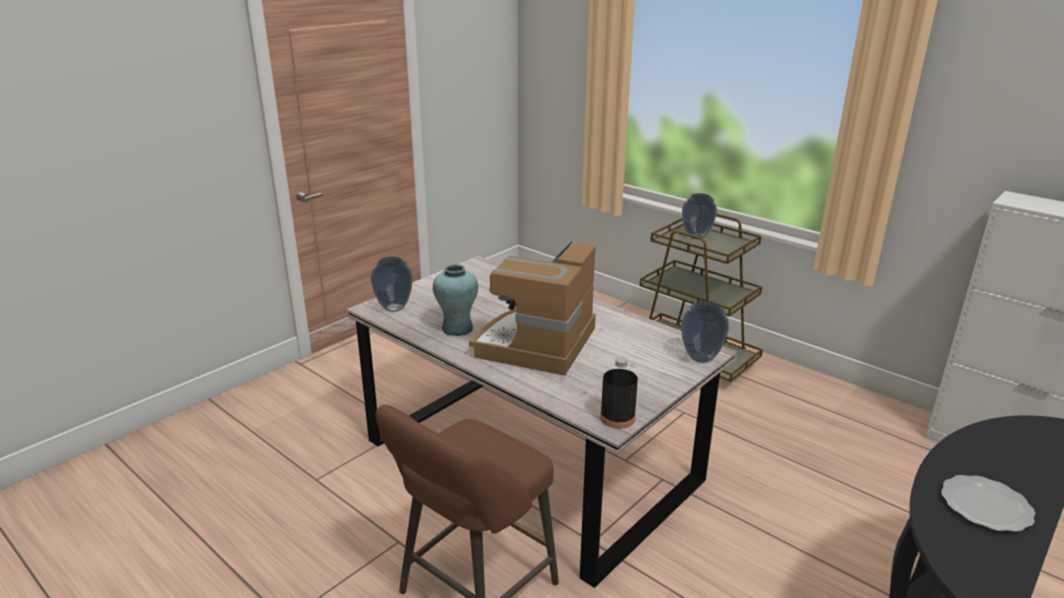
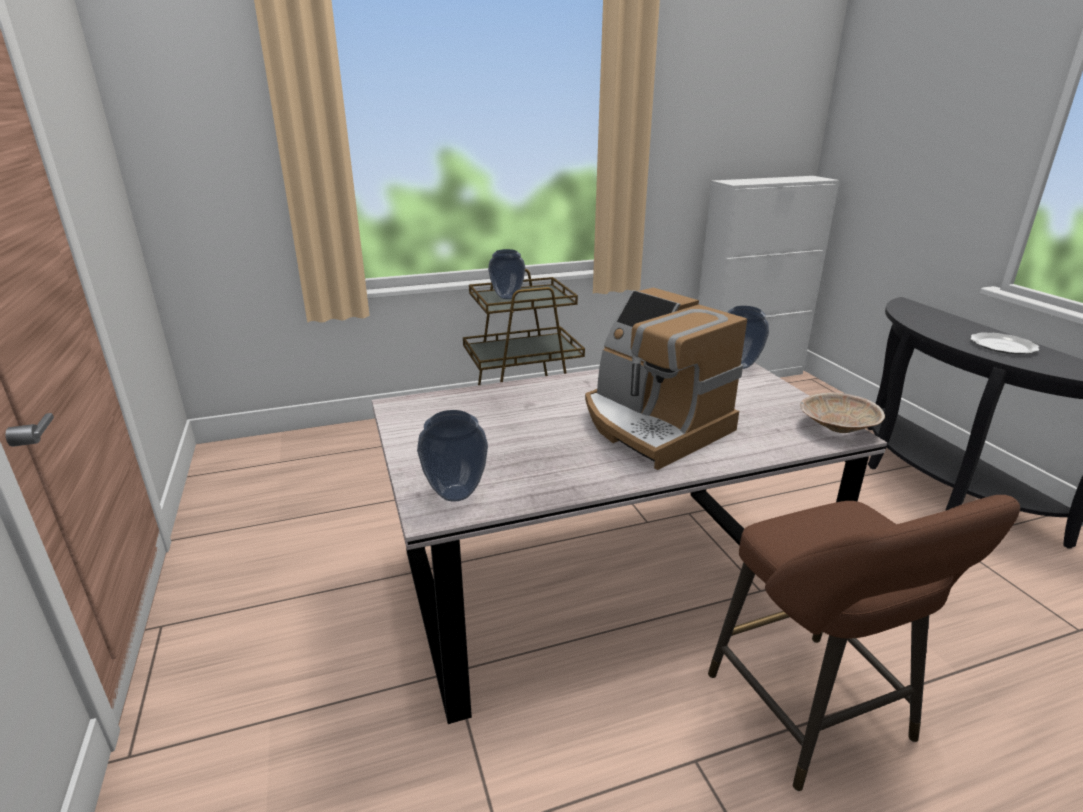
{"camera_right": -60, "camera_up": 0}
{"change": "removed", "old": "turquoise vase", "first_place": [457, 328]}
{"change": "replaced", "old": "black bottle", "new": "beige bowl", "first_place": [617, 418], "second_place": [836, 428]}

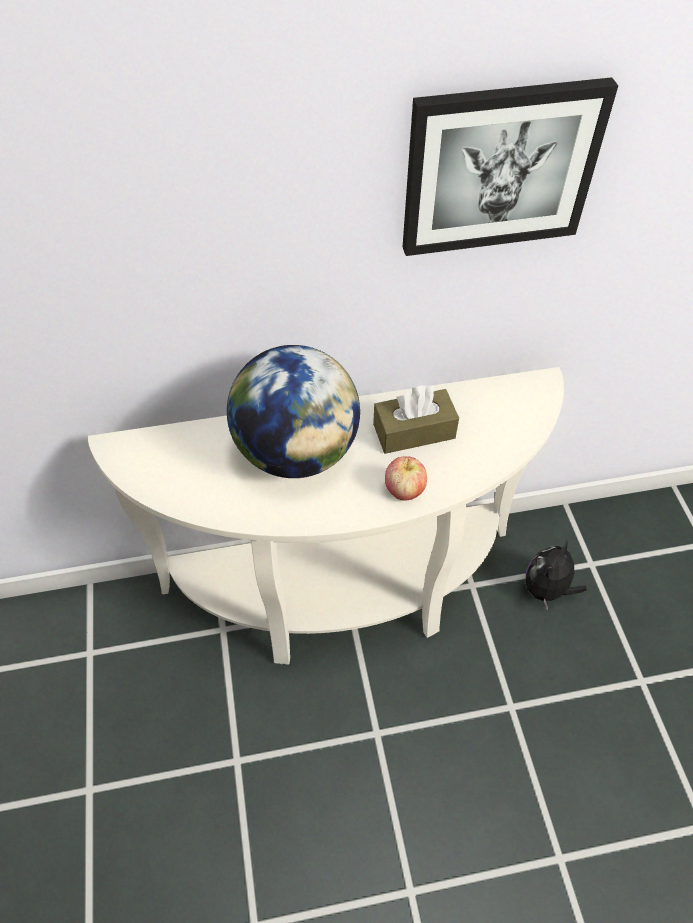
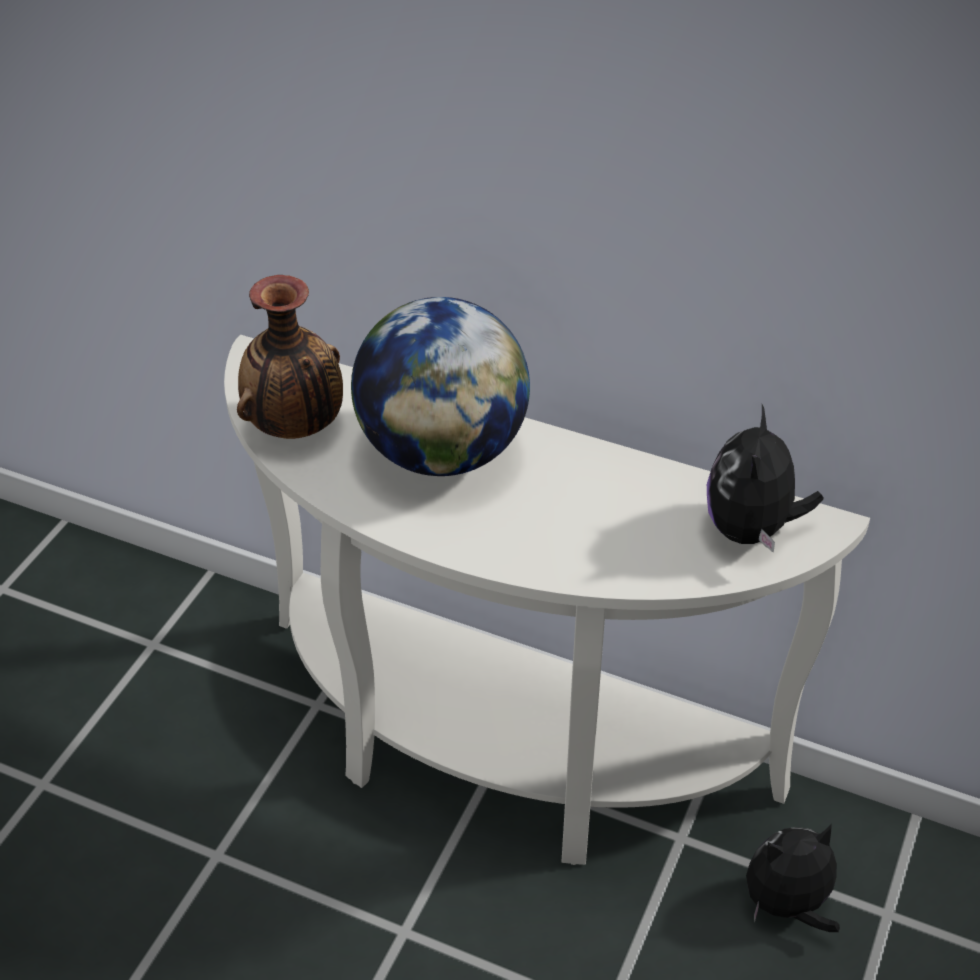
{"camera_right": 35, "camera_up": -10}
{"change": "removed", "old": "brown tissue box", "first_place": [414, 431]}
{"change": "removed", "old": "apple", "first_place": [404, 490]}
{"change": "removed", "old": "picture", "first_place": [499, 168]}
{"change": "added", "new": "vase", "second_place": [296, 428]}
{"change": "added", "new": "plush toy", "second_place": [751, 530]}

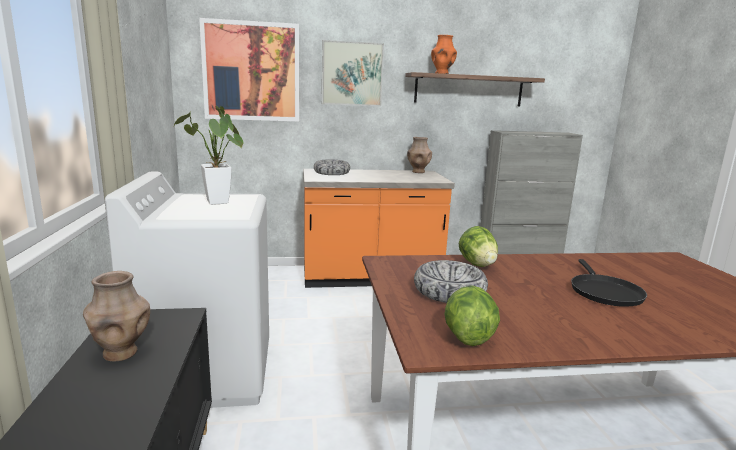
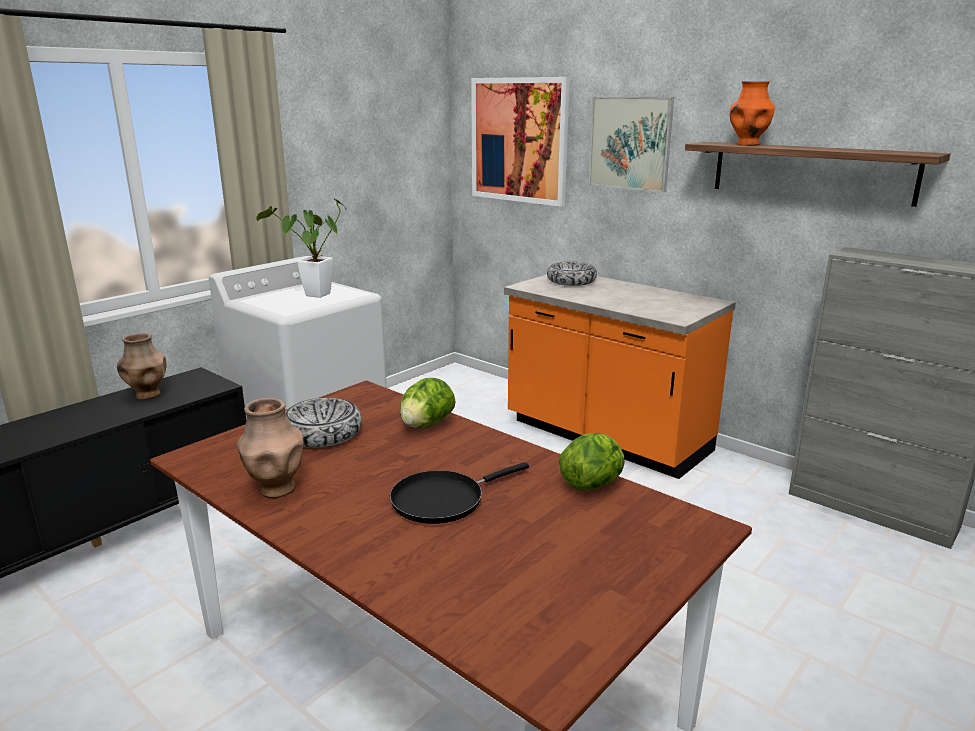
{"camera_right": 50, "camera_up": 5}
{"change": "moved", "old": "brown vase", "first_place": [418, 172], "second_place": [276, 489]}
{"change": "moved", "old": "lettuce", "first_place": [467, 337], "second_place": [593, 484]}

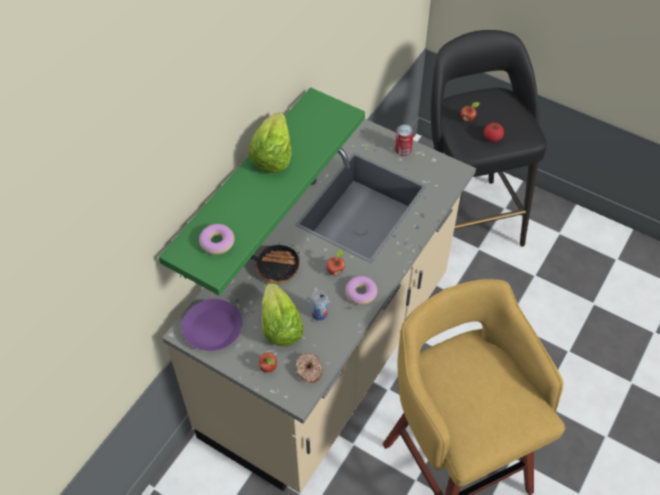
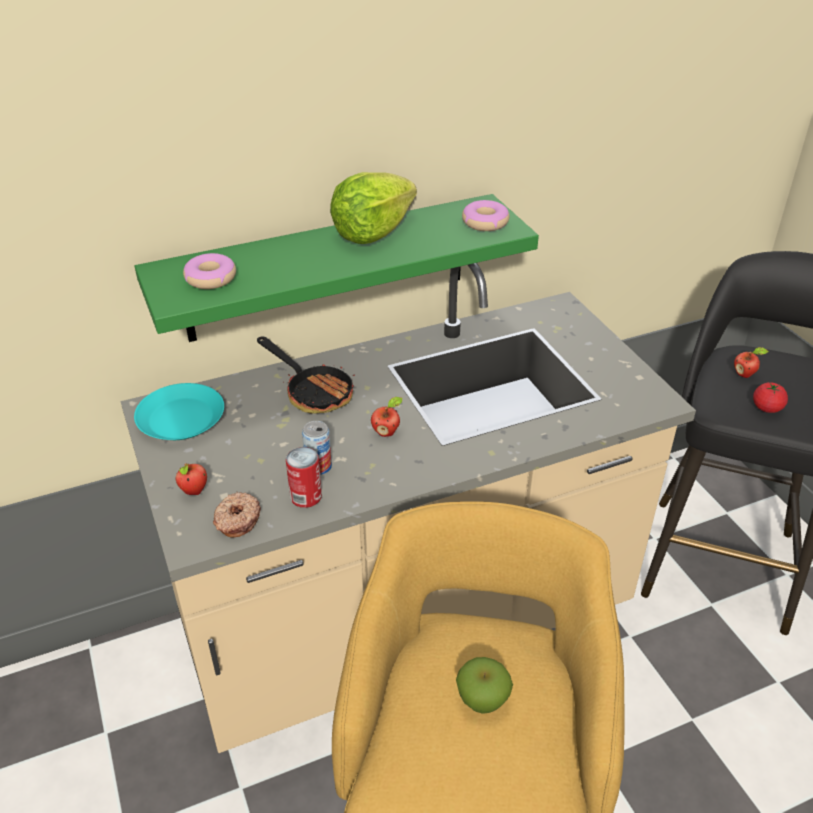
{"camera_right": 35, "camera_up": -15}
{"change": "removed", "old": "lettuce", "first_place": [280, 327]}
{"change": "added", "new": "apple", "second_place": [482, 700]}
{"change": "moved", "old": "donut", "first_place": [361, 293], "second_place": [485, 222]}
{"change": "moved", "old": "can", "first_place": [403, 150], "second_place": [306, 497]}
{"change": "recoloured", "old": "purple plate", "new": "turquoise plate", "first_place": [212, 329], "second_place": [180, 419]}

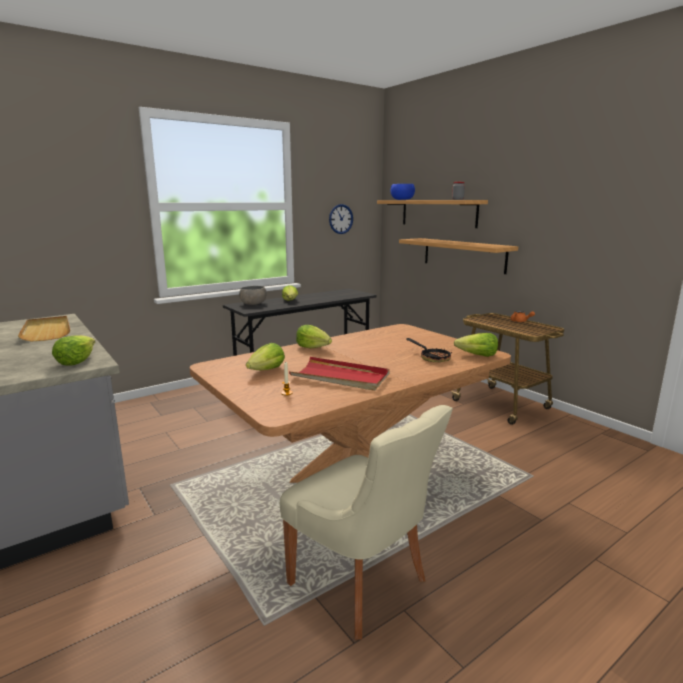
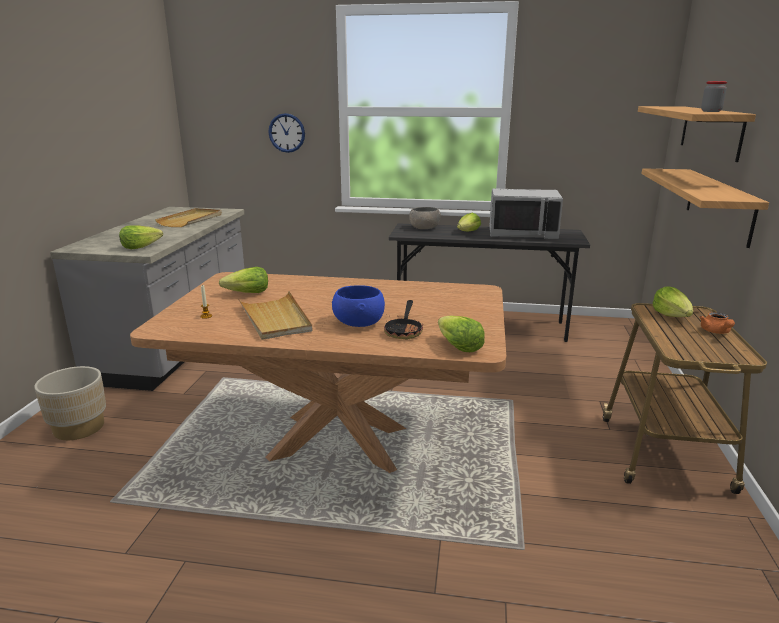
{"camera_right": 45, "camera_up": 5}
{"change": "removed", "old": "beige chair", "first_place": [362, 584]}
{"change": "added", "new": "beige planter", "second_place": [79, 428]}
{"change": "added", "new": "grey microwave", "second_place": [522, 233]}
{"change": "moved", "old": "lettuce", "first_place": [313, 347], "second_place": [672, 316]}
{"change": "moved", "old": "wall clock", "first_place": [341, 219], "second_place": [287, 133]}
{"change": "moved", "old": "blue bowl", "first_place": [402, 199], "second_place": [358, 323]}
{"change": "recoloured", "old": "red tray", "new": "beige tray", "first_place": [340, 377], "second_place": [275, 318]}

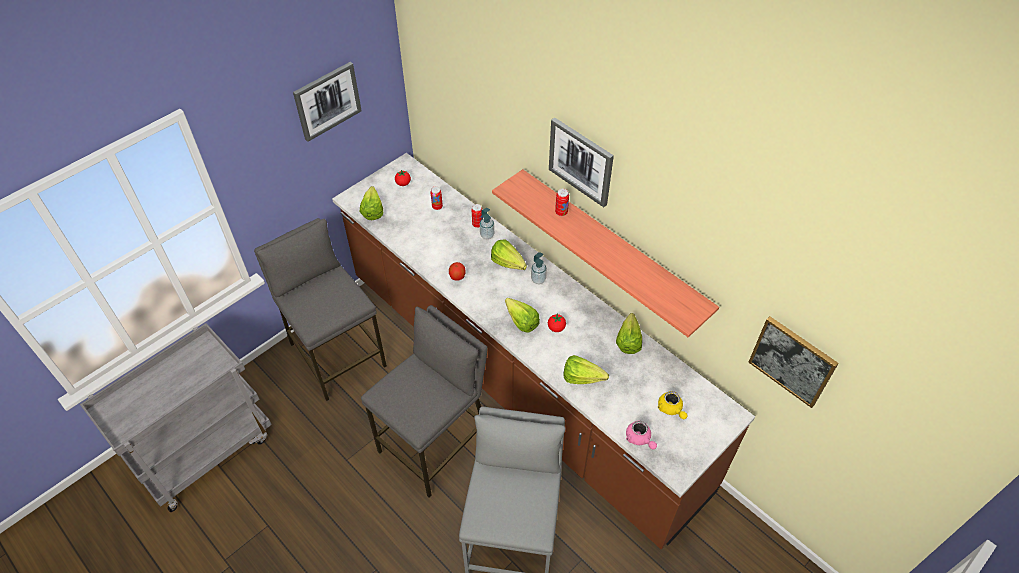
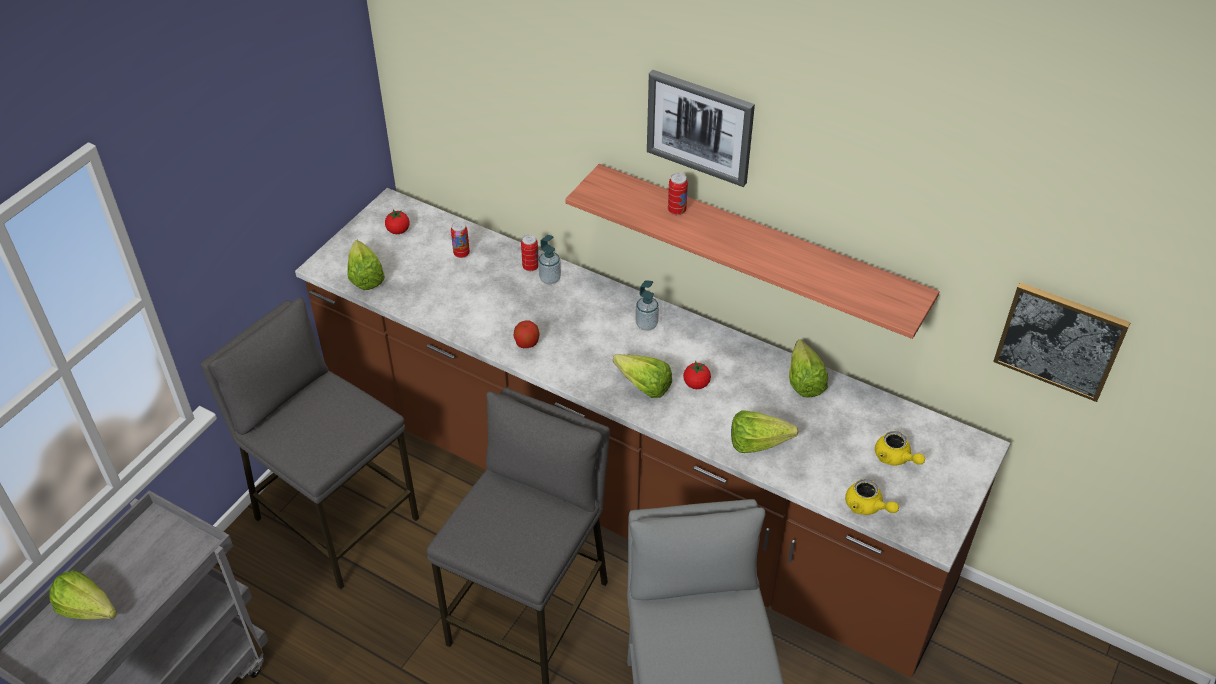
{"camera_right": -15, "camera_up": -5}
{"change": "removed", "old": "picture", "first_place": [327, 101]}
{"change": "moved", "old": "lettuce", "first_place": [510, 265], "second_place": [91, 613]}
{"change": "recoloured", "old": "pink teapot", "new": "yellow teapot", "first_place": [639, 439], "second_place": [867, 507]}

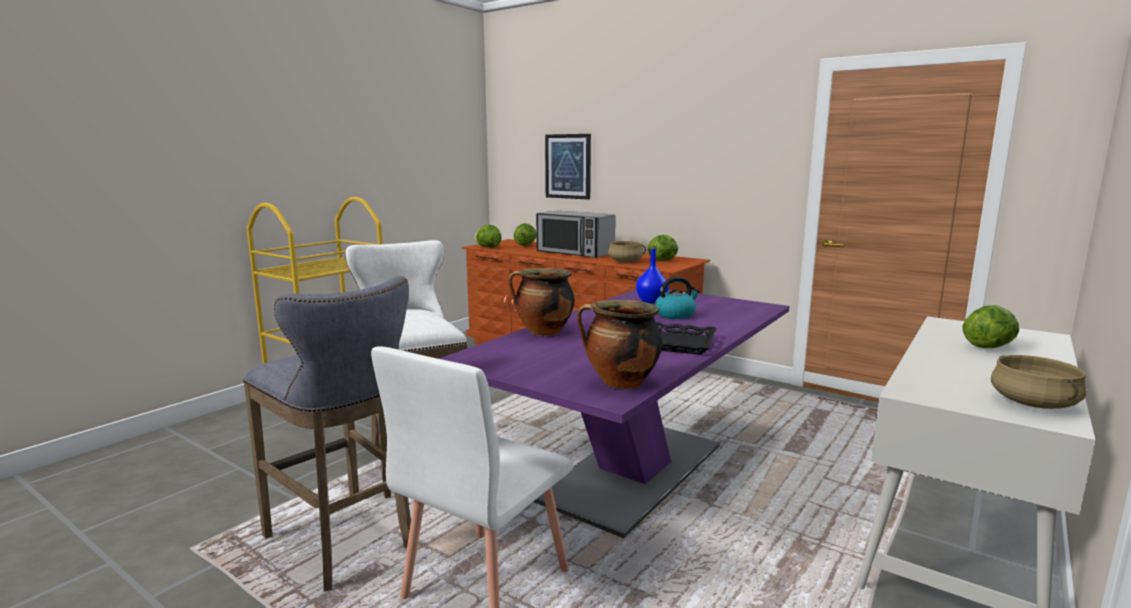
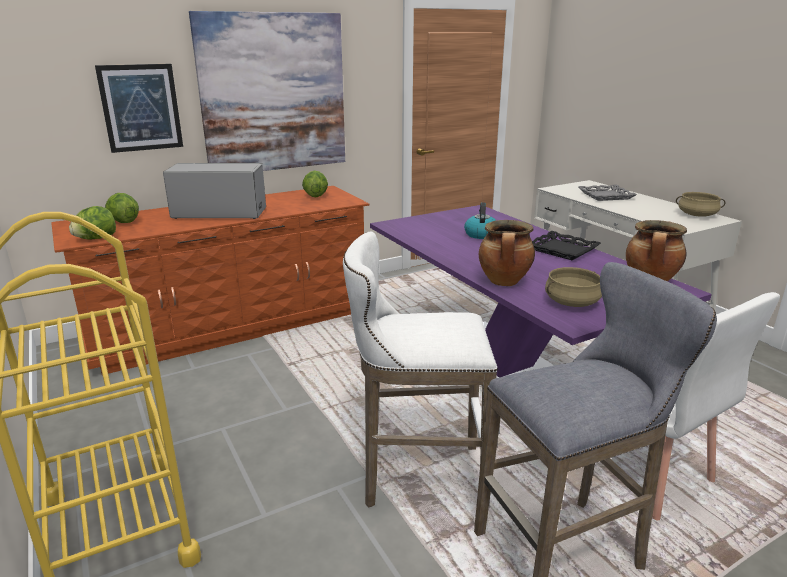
{"camera_right": -65, "camera_up": 10}
{"change": "removed", "old": "blue vase", "first_place": [652, 301]}
{"change": "added", "new": "picture", "second_place": [274, 94]}
{"change": "moved", "old": "beige cooking pot", "first_place": [626, 261], "second_place": [571, 302]}
{"change": "replaced", "old": "lettuce", "new": "grey tray", "first_place": [988, 347], "second_place": [606, 196]}
{"change": "turned", "old": "microwave", "first_place": [575, 253], "second_place": [219, 213], "degrees": -150}

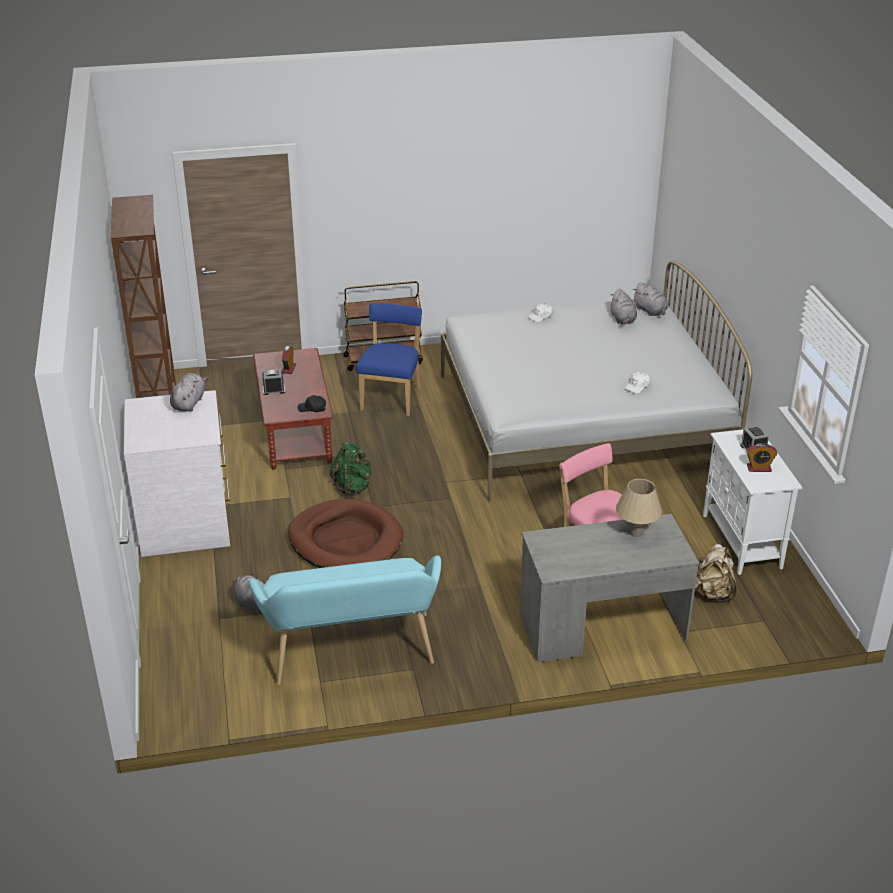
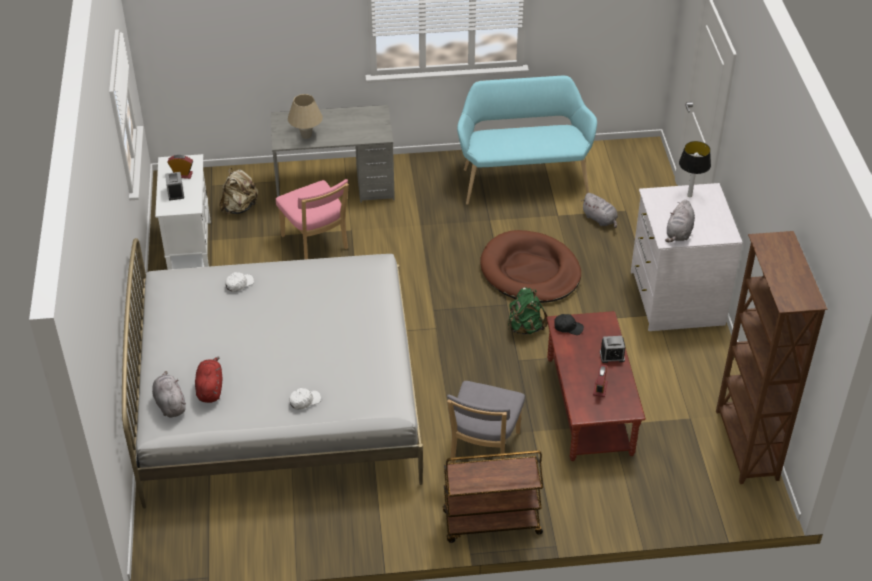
{"camera_right": -175, "camera_up": 10}
{"change": "added", "new": "table lamp", "second_place": [689, 195]}
{"change": "recoloured", "old": "blue chair", "new": "grey chair", "first_place": [392, 398], "second_place": [483, 451]}
{"change": "recoloured", "old": "grey plush toy", "new": "red plush toy", "first_place": [622, 319], "second_place": [210, 389]}

